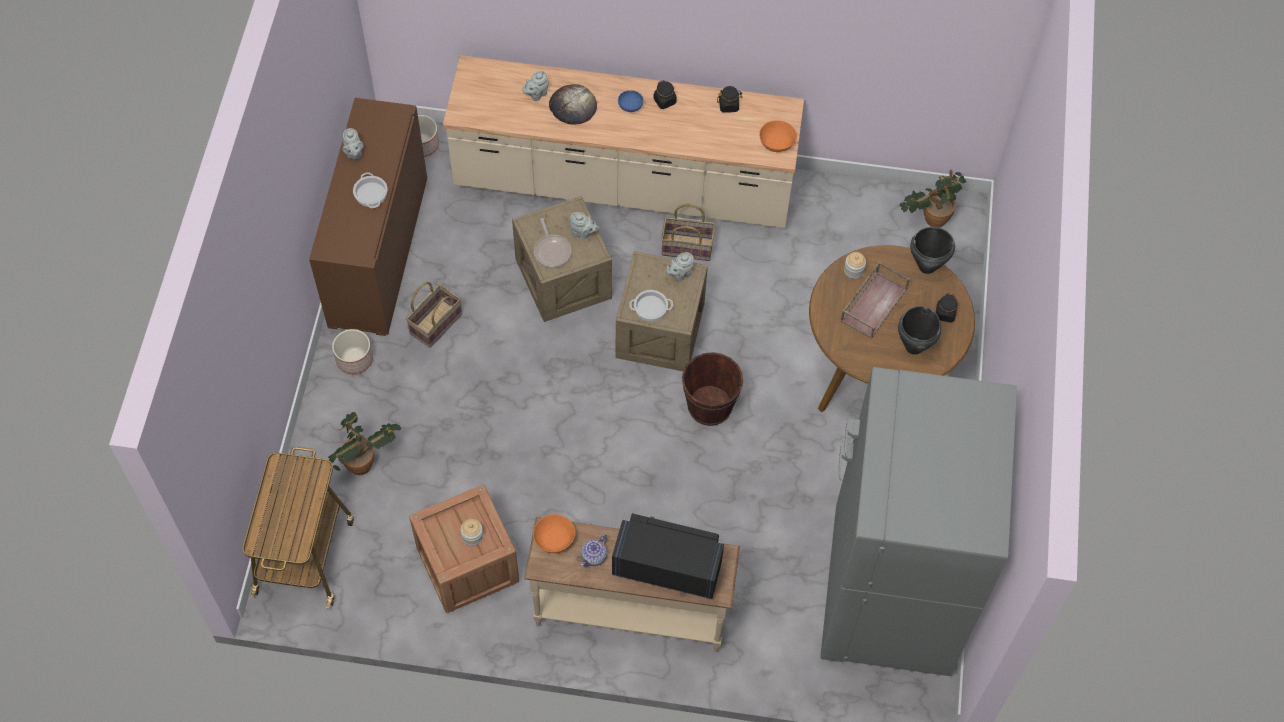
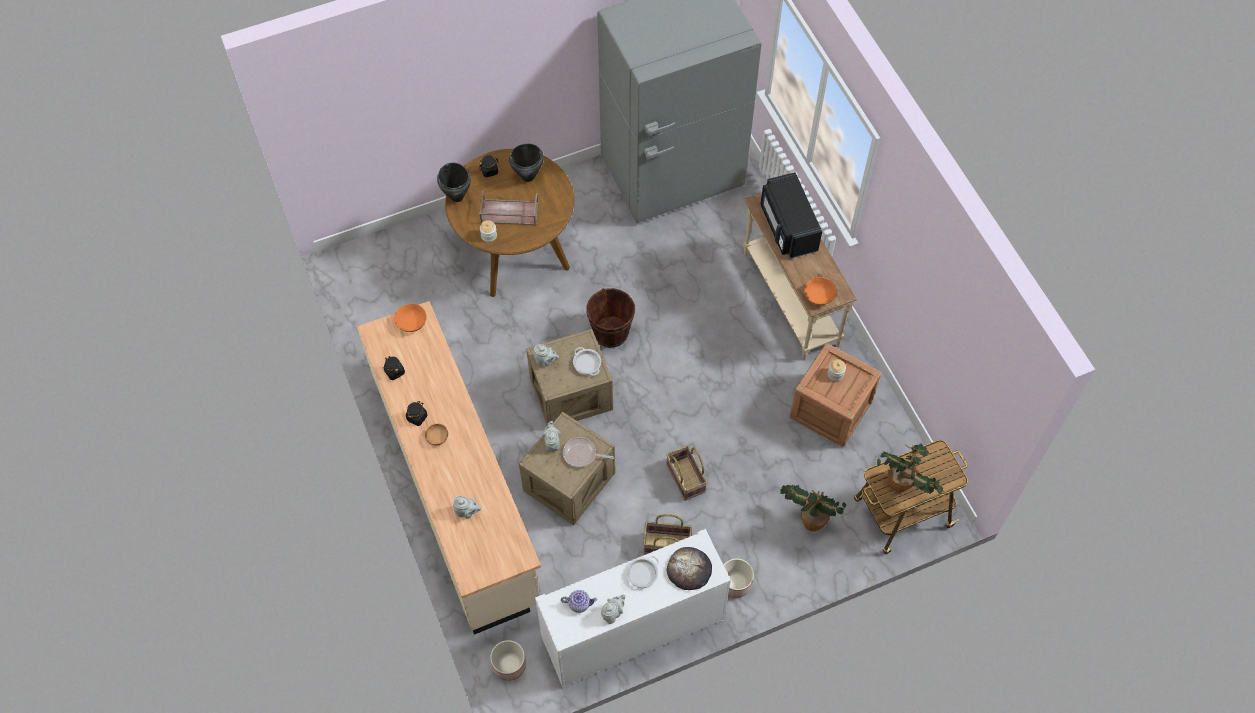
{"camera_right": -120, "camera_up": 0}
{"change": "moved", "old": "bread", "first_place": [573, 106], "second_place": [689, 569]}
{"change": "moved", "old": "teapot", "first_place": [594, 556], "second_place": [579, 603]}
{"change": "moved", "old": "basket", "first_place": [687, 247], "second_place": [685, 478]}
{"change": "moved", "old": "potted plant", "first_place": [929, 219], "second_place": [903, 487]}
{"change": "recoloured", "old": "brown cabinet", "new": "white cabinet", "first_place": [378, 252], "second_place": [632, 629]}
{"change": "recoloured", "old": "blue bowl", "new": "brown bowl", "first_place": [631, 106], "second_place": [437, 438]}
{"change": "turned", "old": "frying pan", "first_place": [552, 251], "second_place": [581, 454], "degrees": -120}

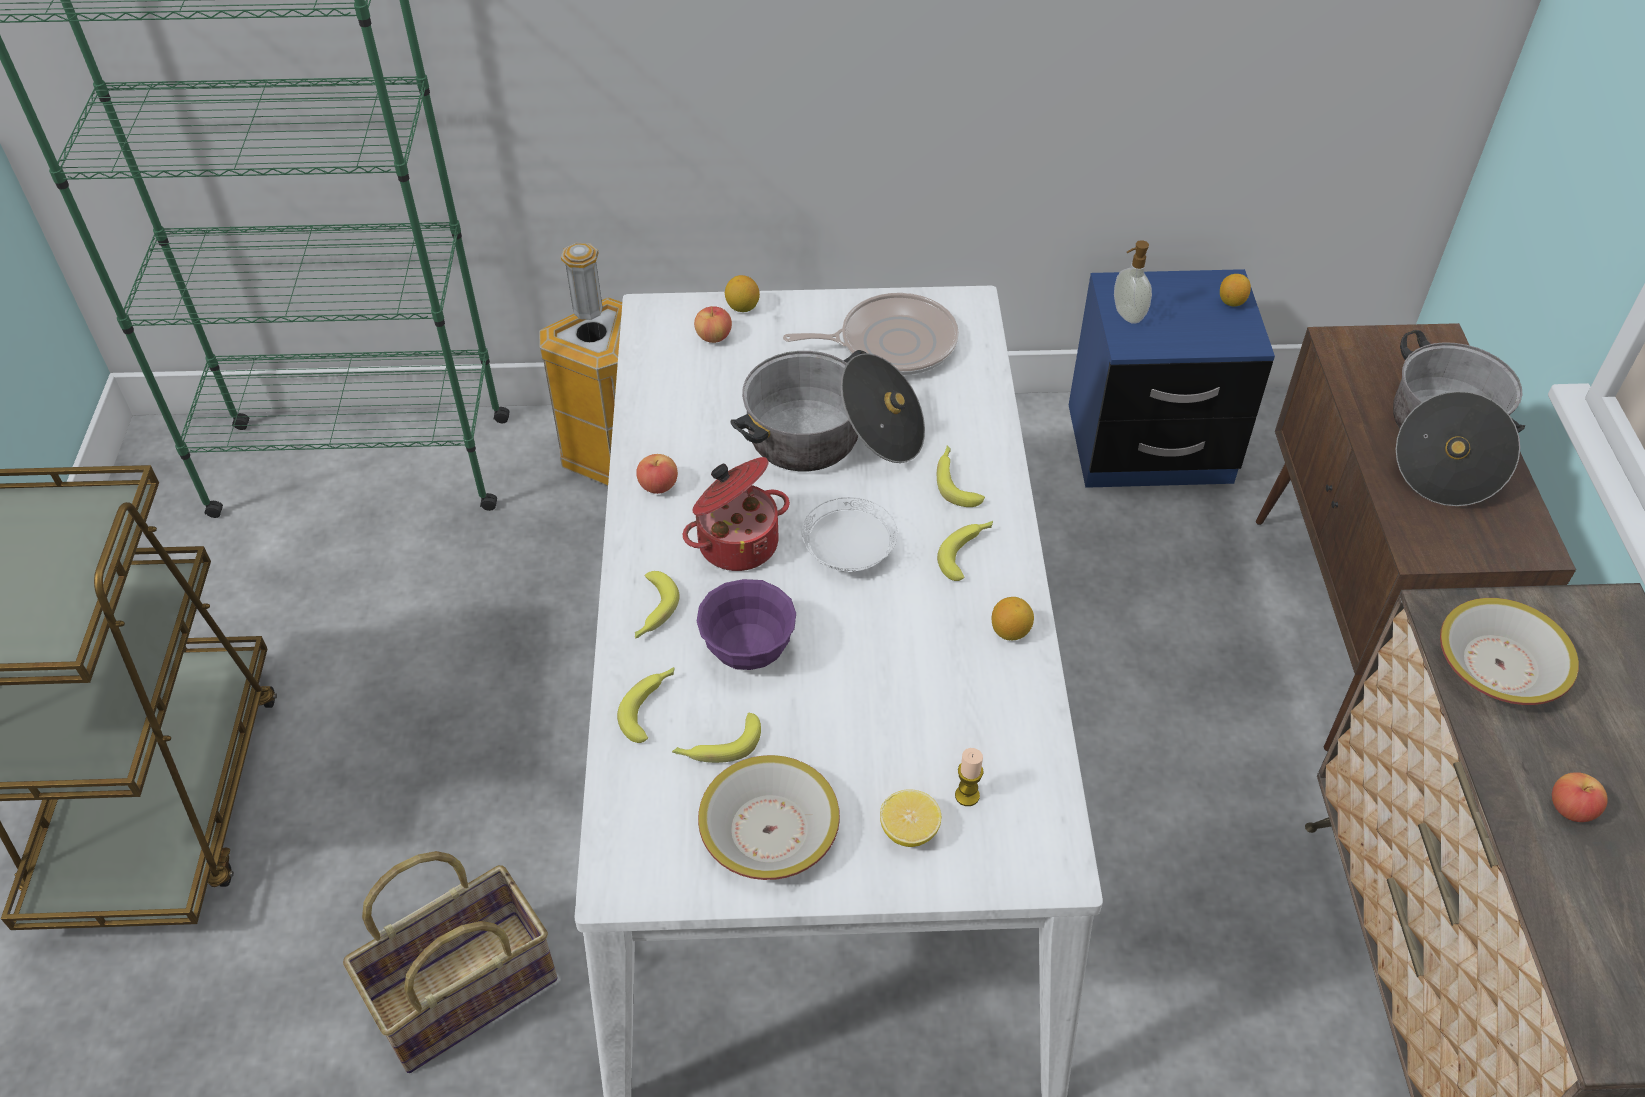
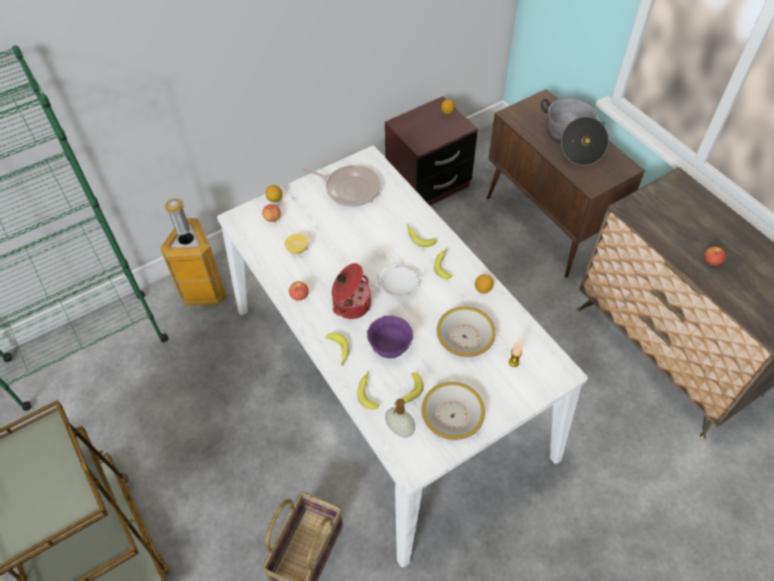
{"camera_right": -30, "camera_up": 5}
{"change": "removed", "old": "cooking pot", "first_place": [832, 438]}
{"change": "moved", "old": "lemon", "first_place": [909, 831], "second_place": [297, 249]}
{"change": "moved", "old": "soap dispenser", "first_place": [1127, 315], "second_place": [399, 431]}
{"change": "moved", "old": "bowl", "first_place": [1498, 665], "second_place": [464, 337]}
{"change": "recoloured", "old": "blue nightstand", "new": "brown nightstand", "first_place": [1149, 445], "second_place": [427, 184]}
{"change": "turned", "old": "frying pan", "first_place": [891, 343], "second_place": [350, 189], "degrees": 60}

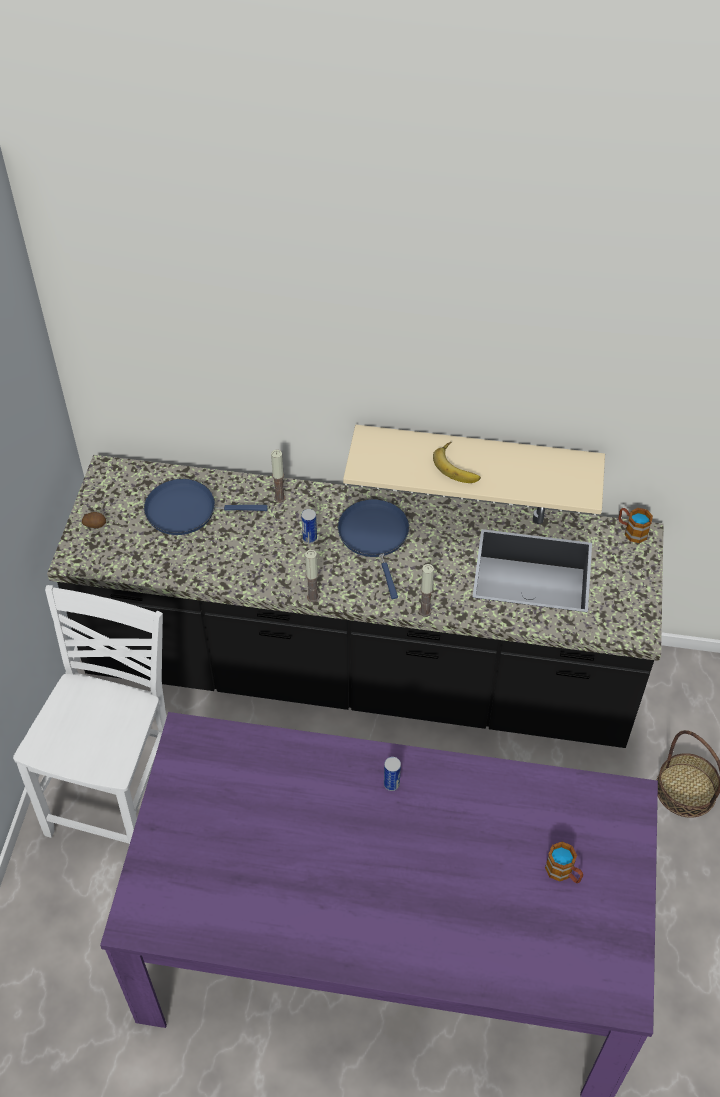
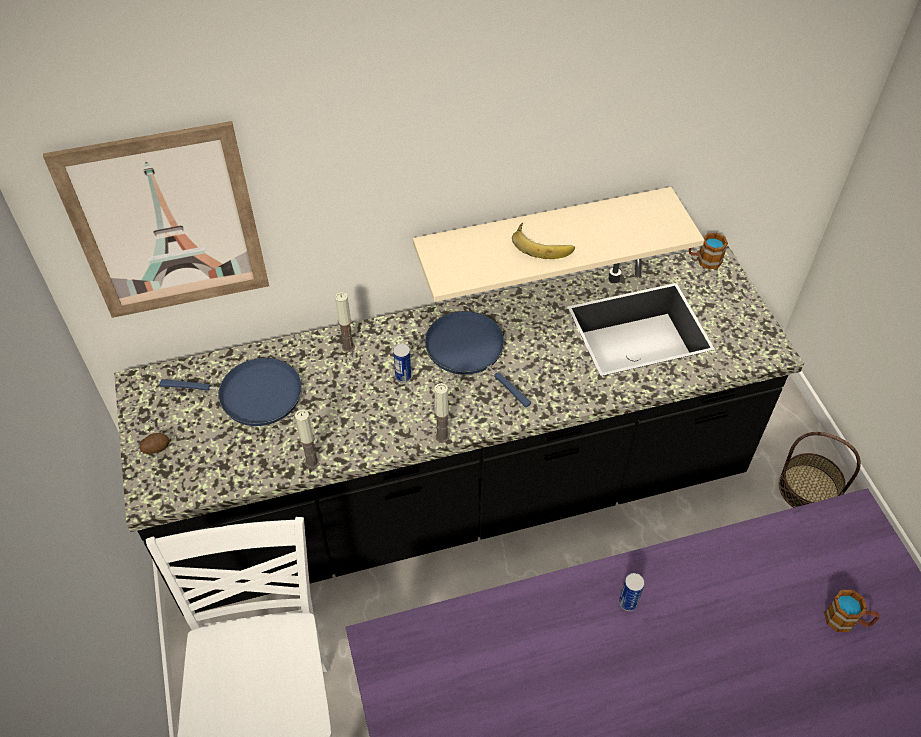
{"camera_right": -25, "camera_up": 0}
{"change": "added", "new": "picture", "second_place": [167, 224]}
{"change": "moved", "old": "candle", "first_place": [425, 611], "second_place": [312, 462]}
{"change": "turned", "old": "blue frying pan", "first_place": [186, 510], "second_place": [254, 395], "degrees": -150}

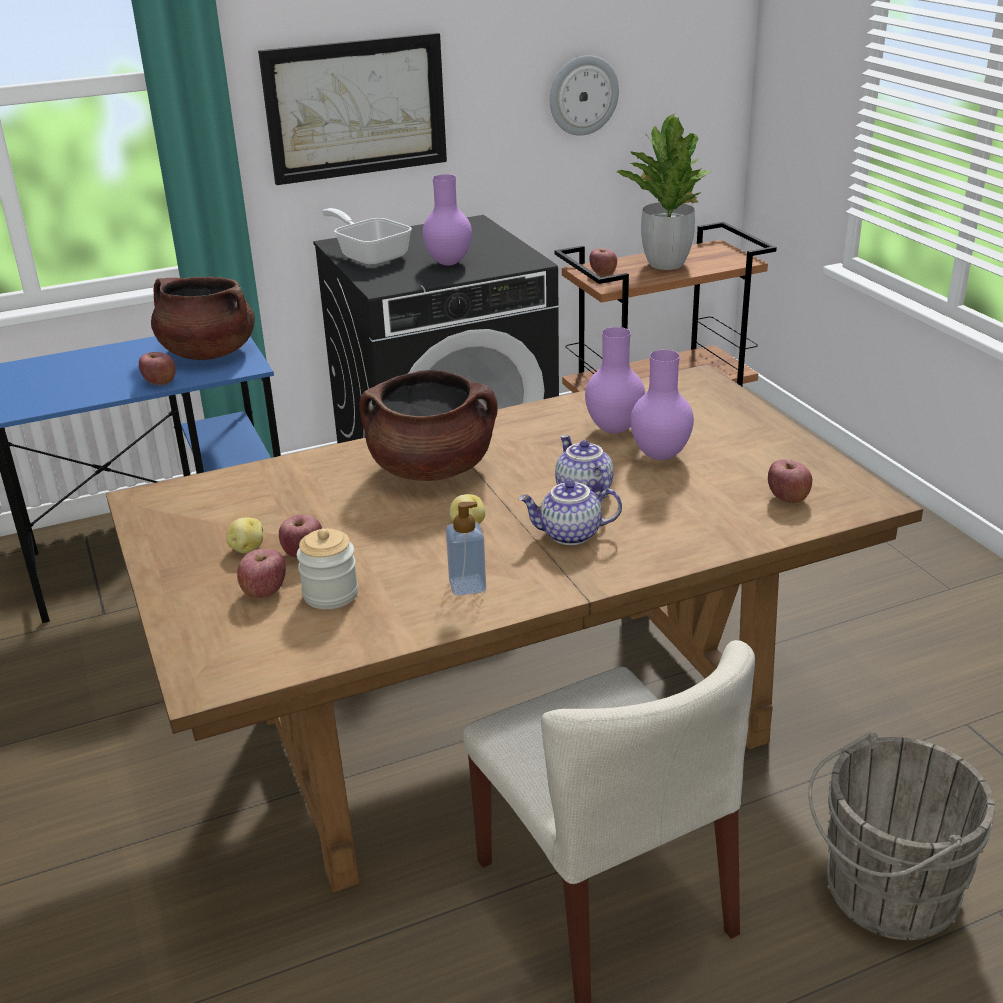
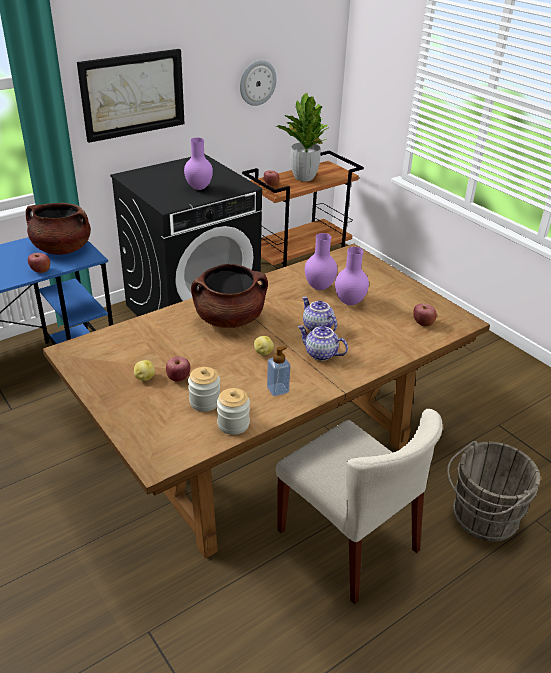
{"camera_right": -15, "camera_up": 5}
{"change": "removed", "old": "apple", "first_place": [264, 591]}
{"change": "removed", "old": "frying pan", "first_place": [370, 255]}
{"change": "added", "new": "jar", "second_place": [233, 424]}
{"change": "turned", "old": "teapot", "first_place": [570, 535], "second_place": [320, 354], "degrees": 45}

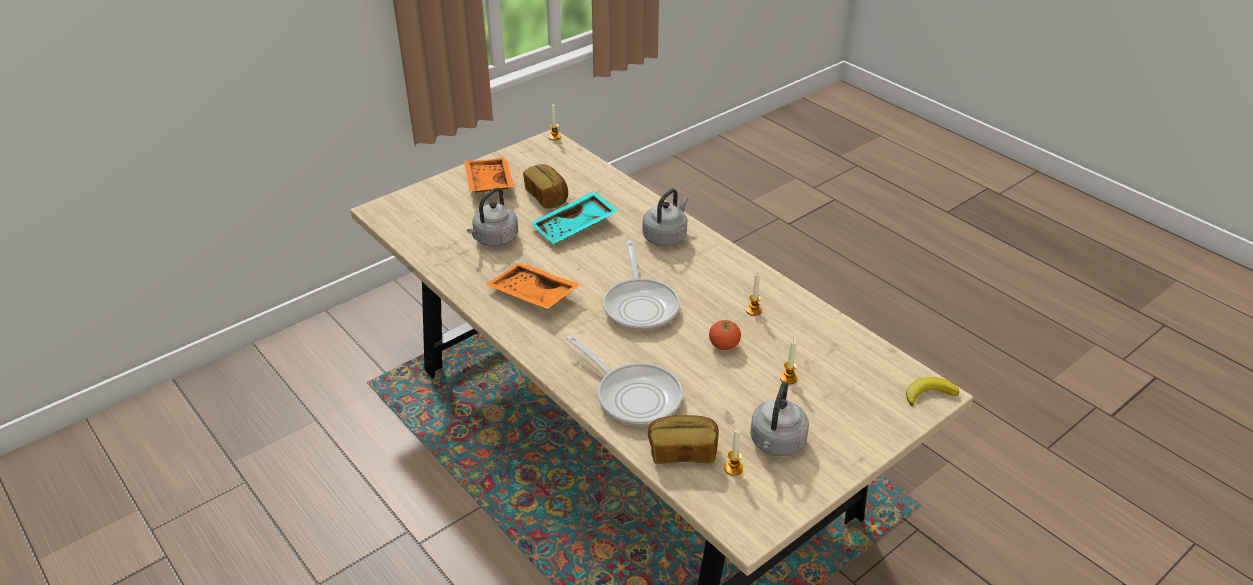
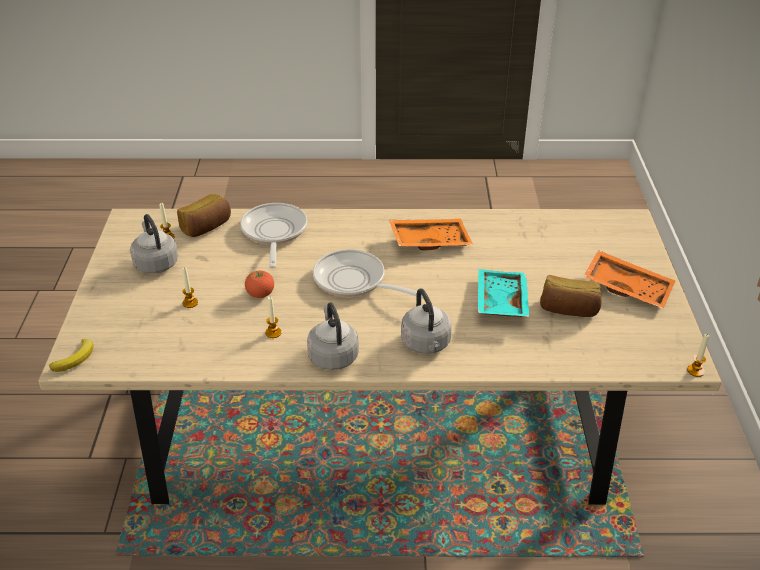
{"camera_right": 130, "camera_up": 0}
{"change": "moved", "old": "grey kettle", "first_place": [494, 240], "second_place": [332, 355]}
{"change": "turned", "old": "frying pan", "first_place": [634, 395], "second_place": [274, 233], "degrees": 90}

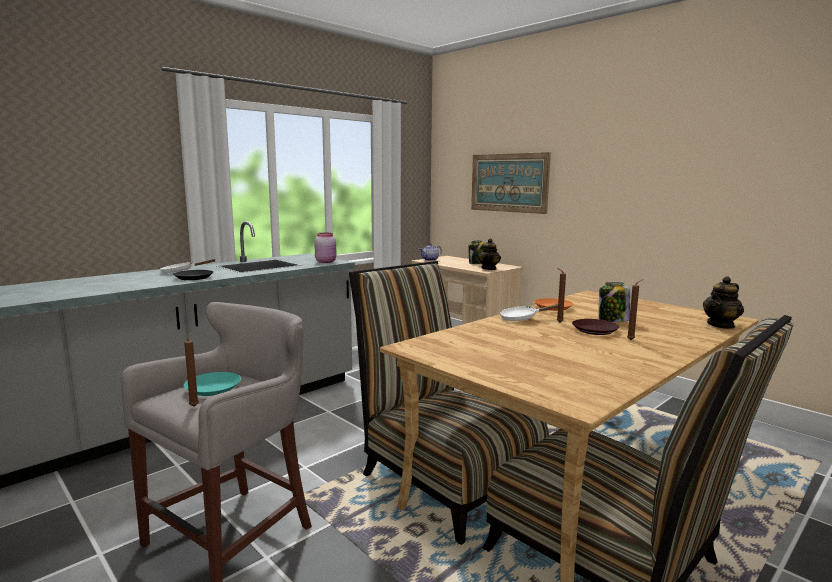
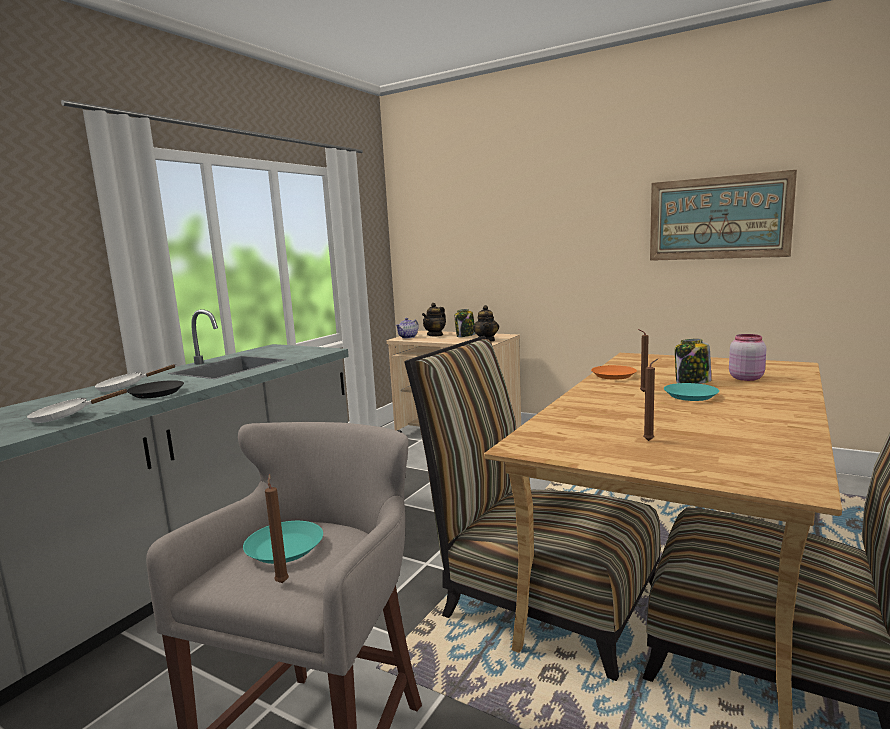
{"camera_right": -15, "camera_up": 0}
{"change": "moved", "old": "pink jar", "first_place": [326, 261], "second_place": [746, 378]}
{"change": "moved", "old": "picture", "first_place": [508, 183], "second_place": [718, 218]}
{"change": "moved", "old": "white frying pan", "first_place": [522, 318], "second_place": [67, 416]}
{"change": "moved", "old": "brown candle", "first_place": [632, 340], "second_place": [650, 440]}
{"change": "moved", "old": "teapot", "first_place": [721, 325], "second_place": [435, 335]}
{"change": "recoloured", "old": "brown plate", "new": "turquoise plate", "first_place": [594, 330], "second_place": [690, 396]}

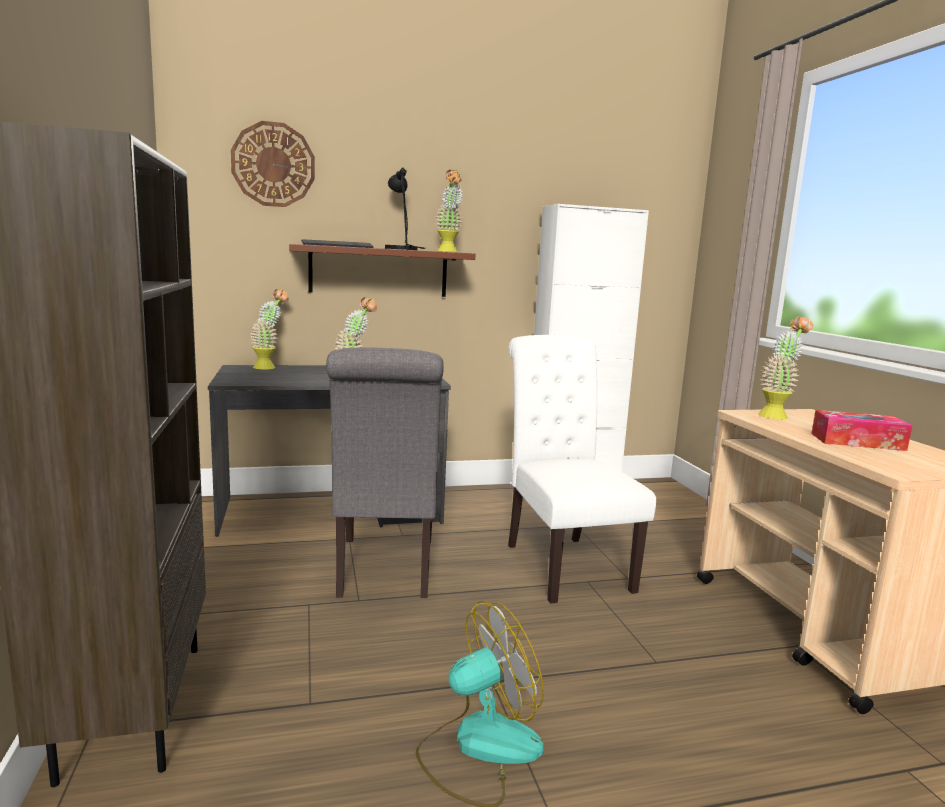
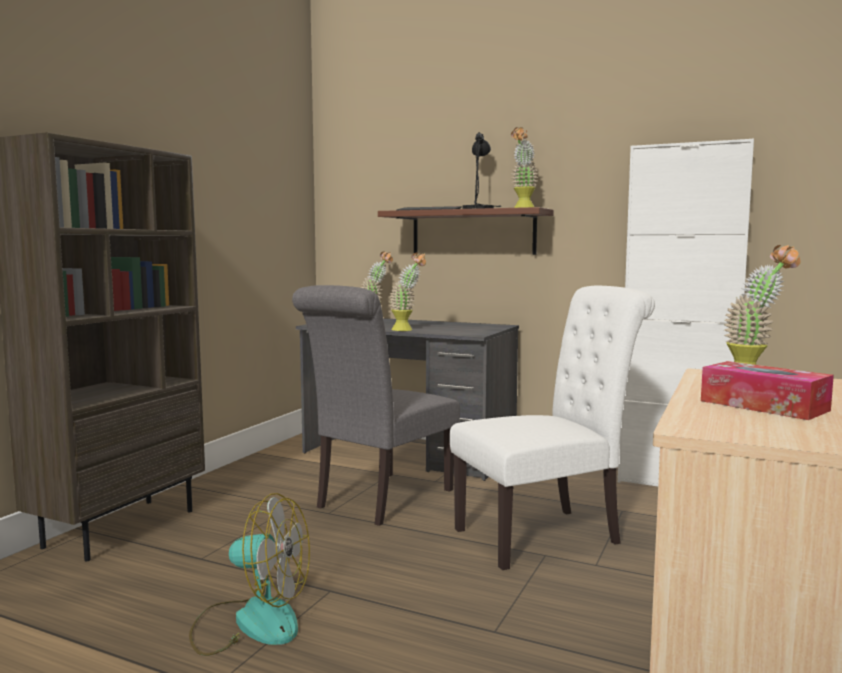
{"camera_right": 40, "camera_up": -5}
{"change": "removed", "old": "wall clock", "first_place": [273, 164]}
{"change": "turned", "old": "white chair", "first_place": [562, 563], "second_place": [546, 535], "degrees": 45}

